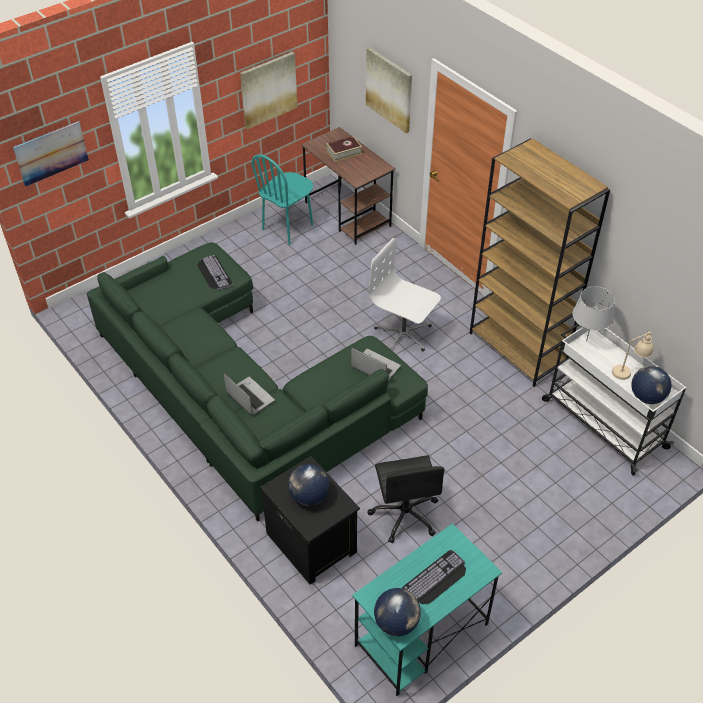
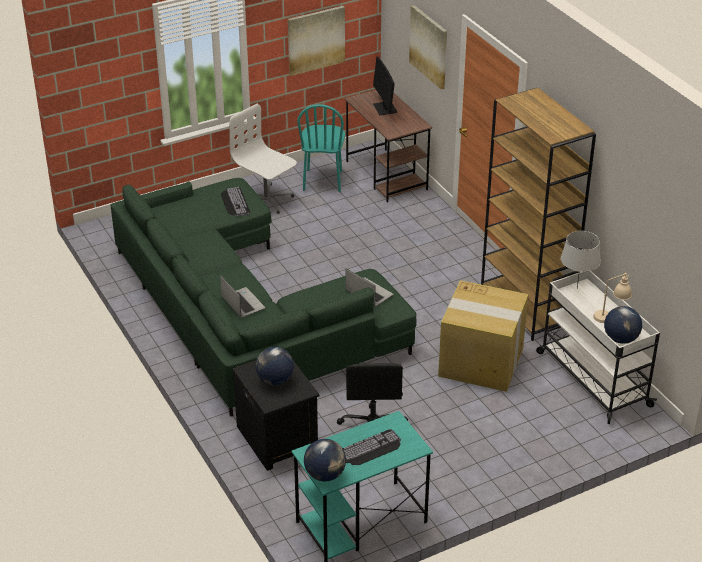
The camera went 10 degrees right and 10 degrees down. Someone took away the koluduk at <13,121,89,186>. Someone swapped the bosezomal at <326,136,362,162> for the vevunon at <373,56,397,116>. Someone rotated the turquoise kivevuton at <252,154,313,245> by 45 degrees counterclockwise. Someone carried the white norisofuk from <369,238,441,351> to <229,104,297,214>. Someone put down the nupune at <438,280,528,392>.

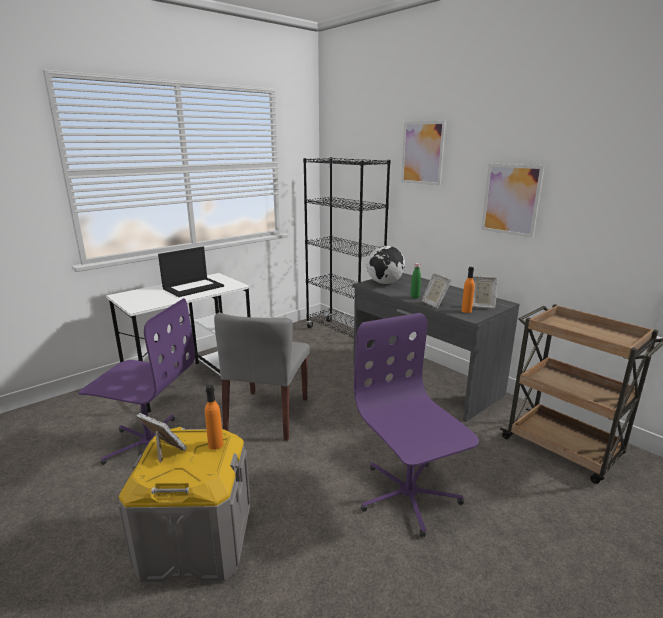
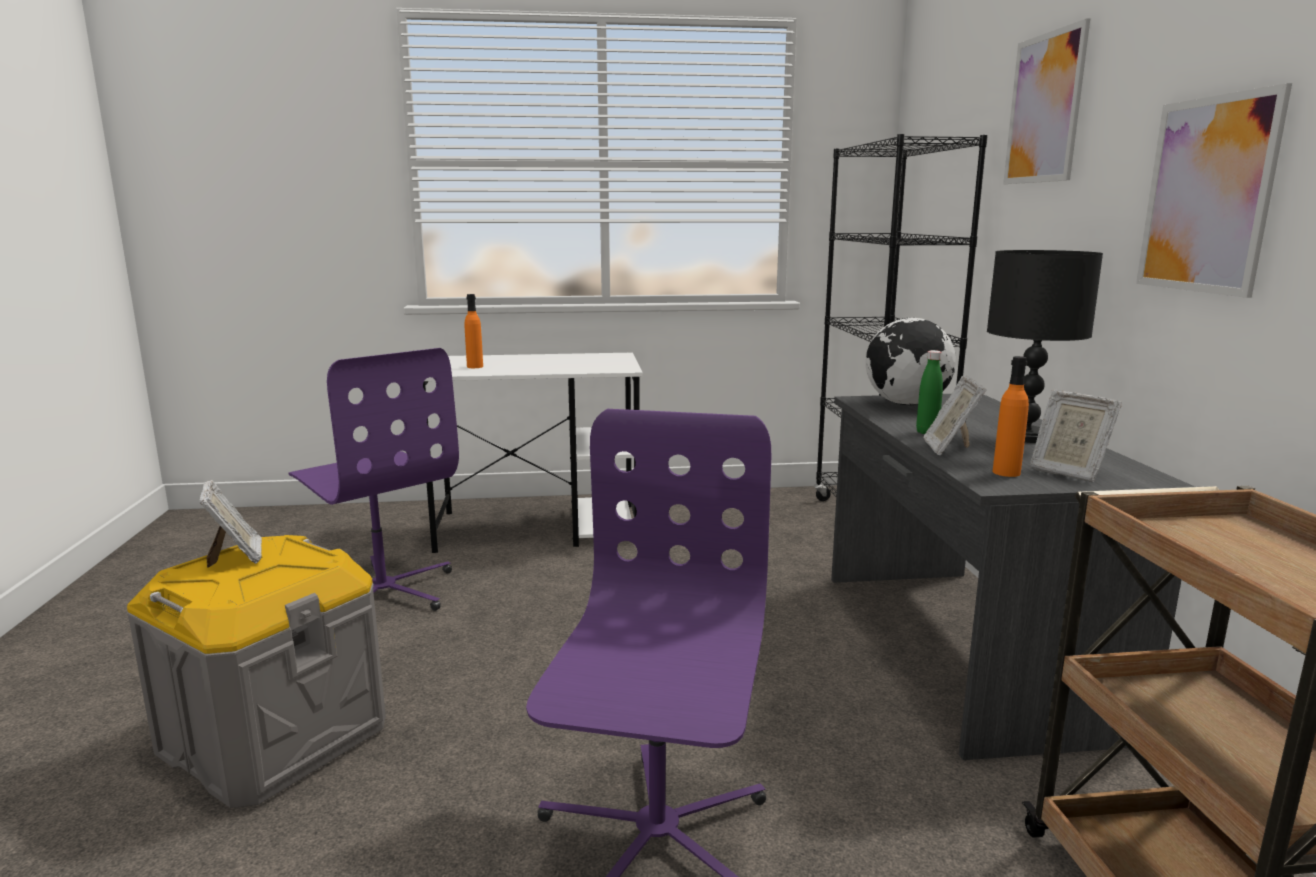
The camera went 35 degrees right and 5 degrees down. Someone took away the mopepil at <158,247,224,297>. Someone took away the grey kivevuton at <214,313,310,441>. Someone carried the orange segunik from <205,385,223,450> to <464,294,483,368>. Someone put down the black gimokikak at <987,250,1103,443>.

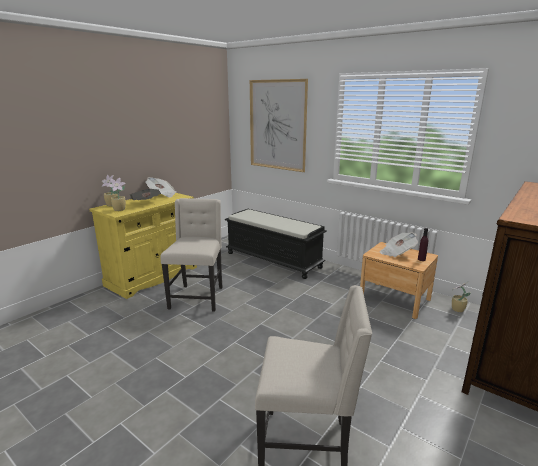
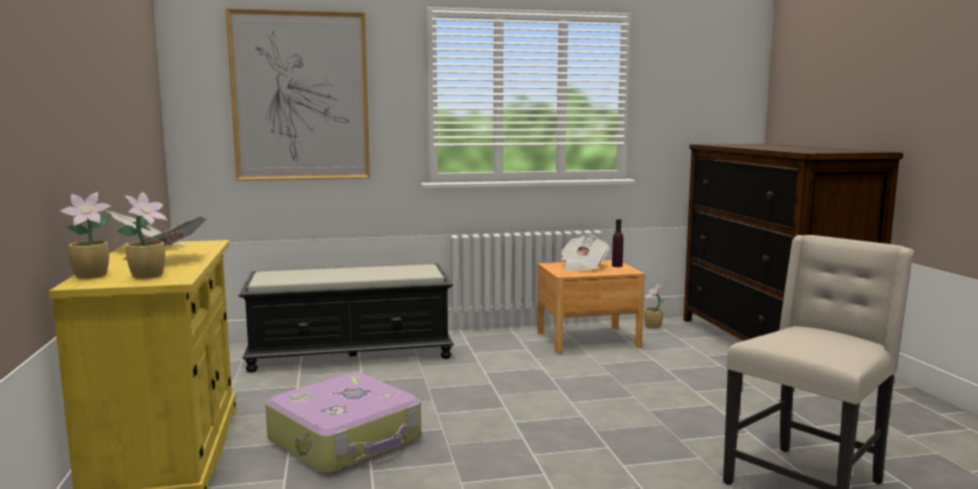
The camera went 50 degrees left and 10 degrees down. Someone swapped the beige kivevuton at <160,198,222,312> for the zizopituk at <265,373,421,475>.

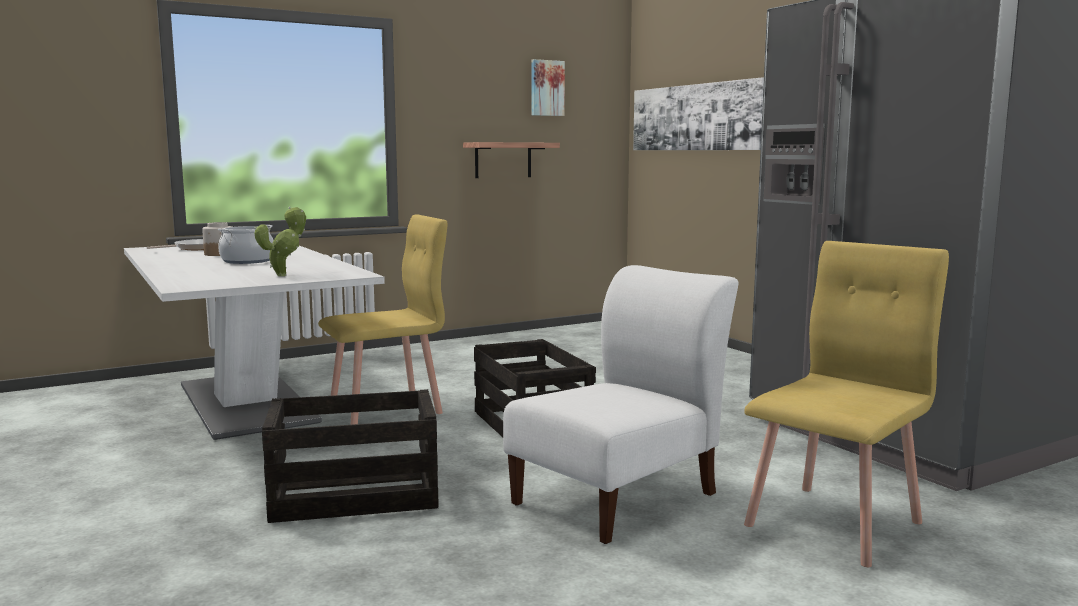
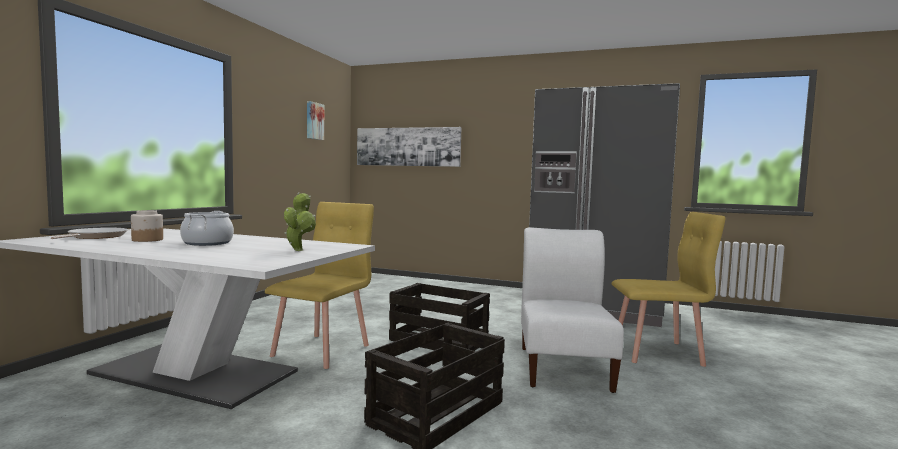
The camera went 40 degrees left and 5 degrees down. Someone took away the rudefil at <463,142,560,178>. Someone rotated the yellow kivevuton at <744,241,949,567> by 90 degrees clockwise.

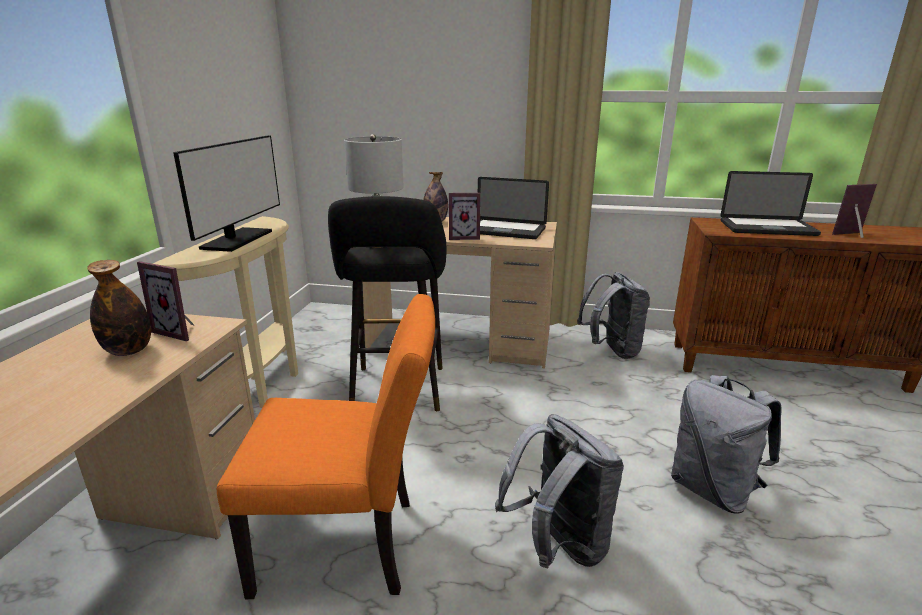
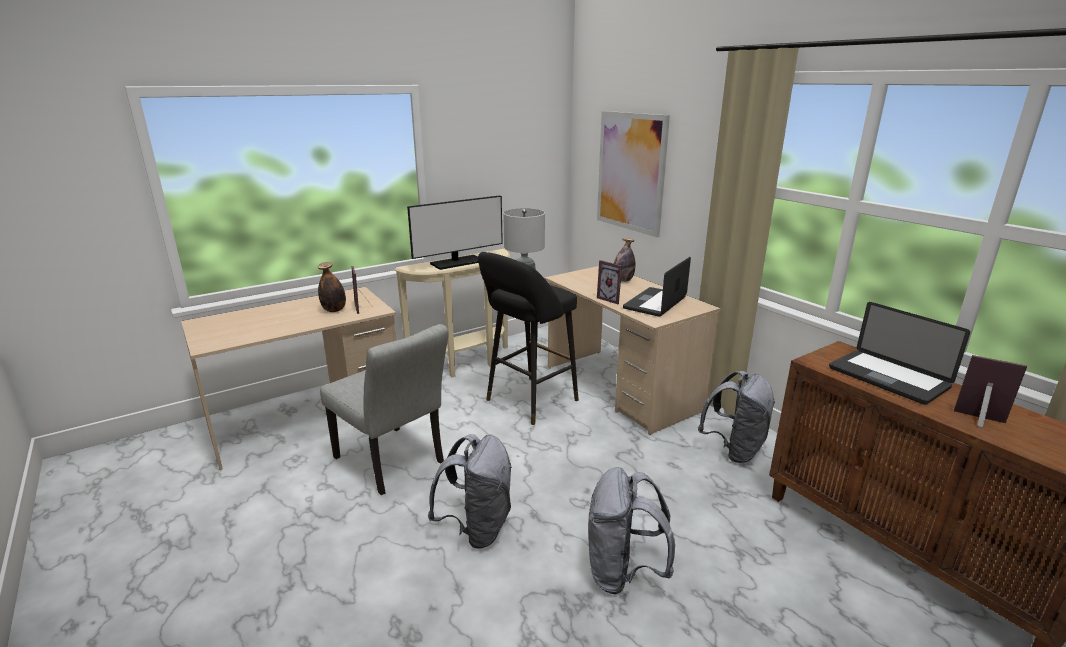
The camera went 45 degrees right and 0 degrees up. Someone rotated the mopepil at <478,177,549,239> by 60 degrees clockwise. Someone repainted the orange kivevuton at <217,294,435,600>, which became the grey kivevuton at <320,324,449,495>. Someone put up the koluduk at <597,111,670,237>.

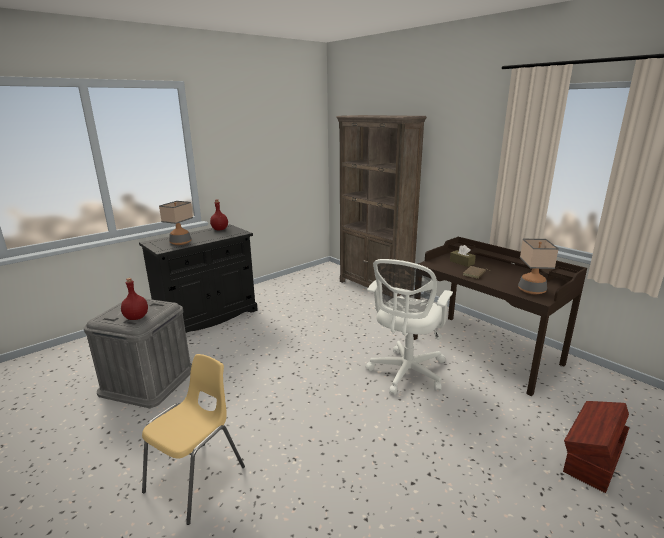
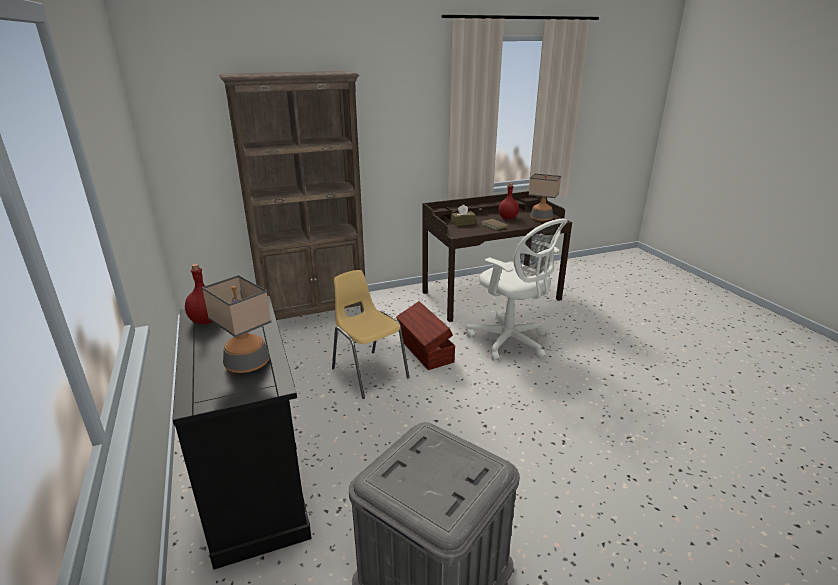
The camera went 70 degrees left and 5 degrees up. Someone carried the red segunik from <121,278,148,320> to <498,183,519,219>. Someone carried the yellow kivevuton from <142,354,245,525> to <332,270,410,399>. Someone carried the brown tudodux from <563,401,629,493> to <396,301,455,370>.

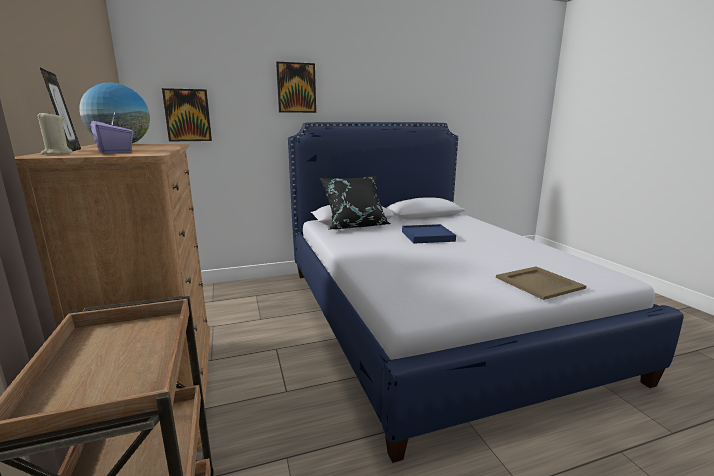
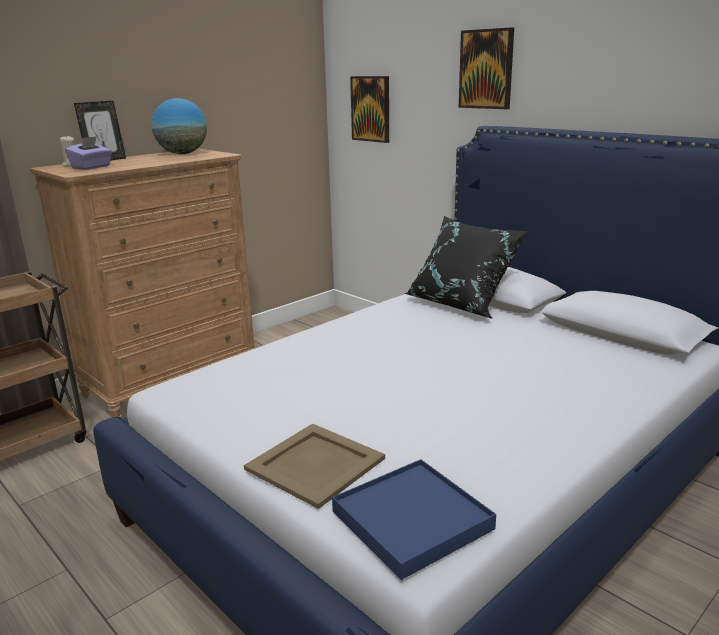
The camera went 65 degrees right and 5 degrees up. Someone carried the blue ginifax from <402,224,456,244> to <332,459,496,580>.

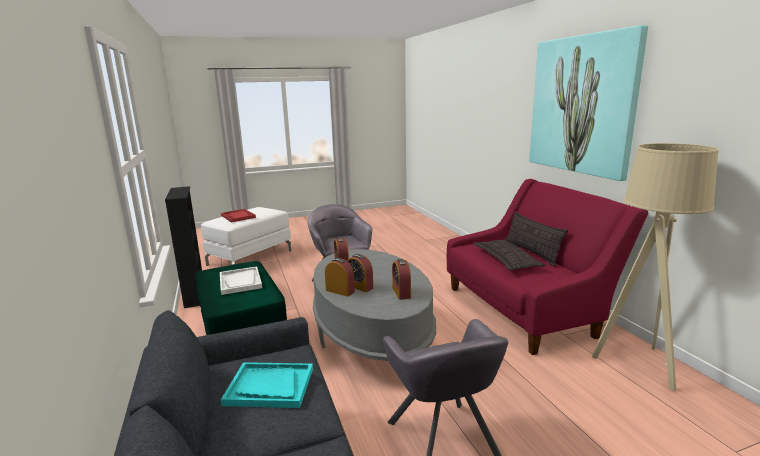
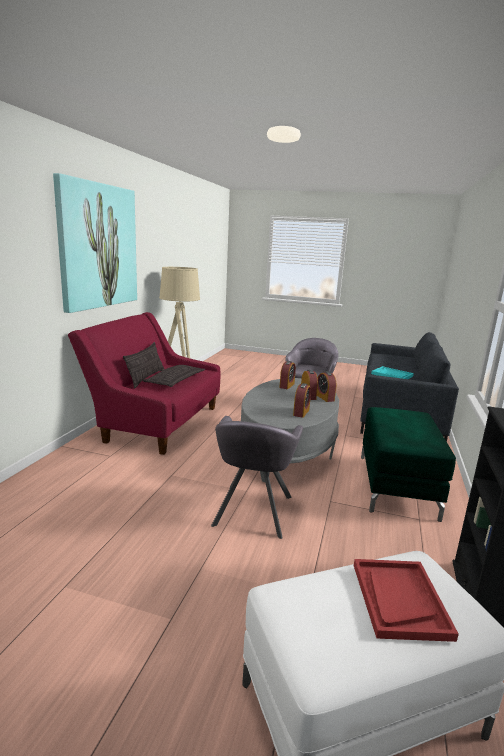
The camera went 145 degrees left and 0 degrees up. Someone took away the white ginifax at <220,266,262,295>.

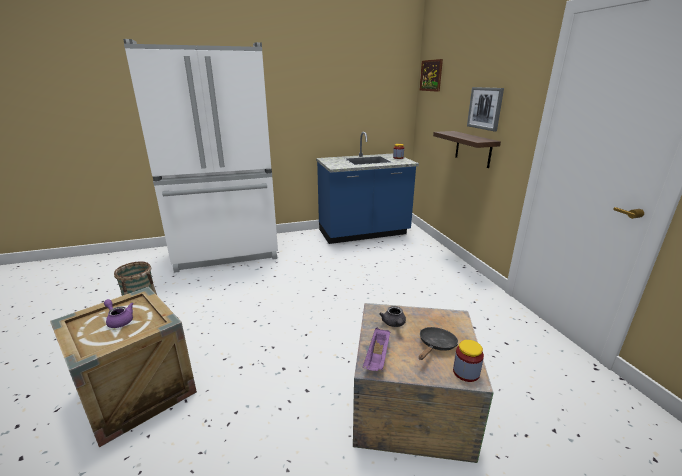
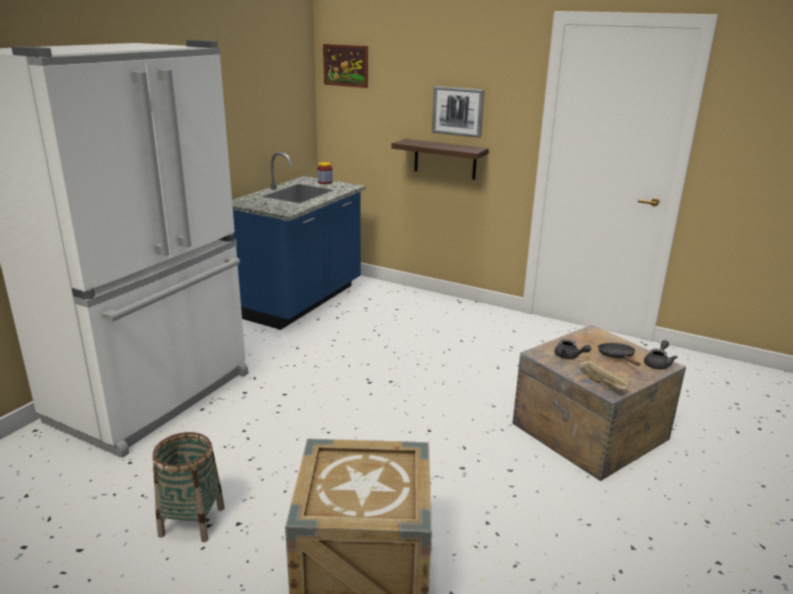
The camera went 45 degrees left and 0 degrees up. Someone took away the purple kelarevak at <104,299,133,328>. Someone repainted the purple ginifax at <363,328,390,371>, which became the beige ginifax at <578,359,631,390>. Someone swapped the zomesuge at <453,340,484,382> for the grey kelarevak at <644,340,678,369>.

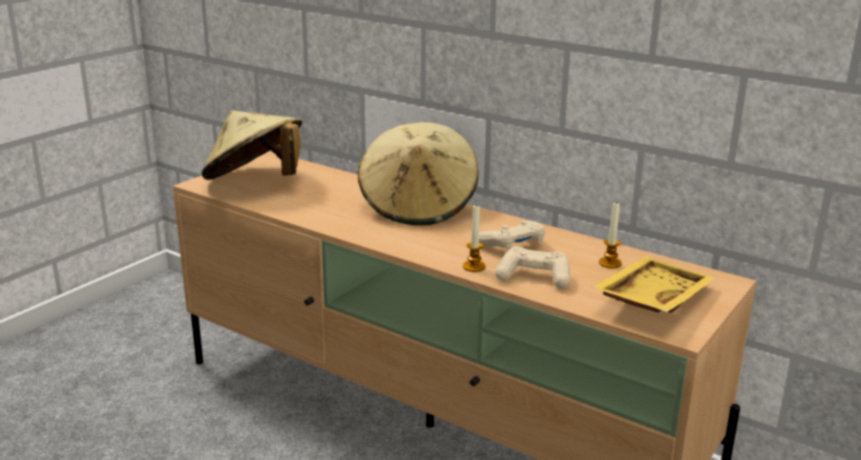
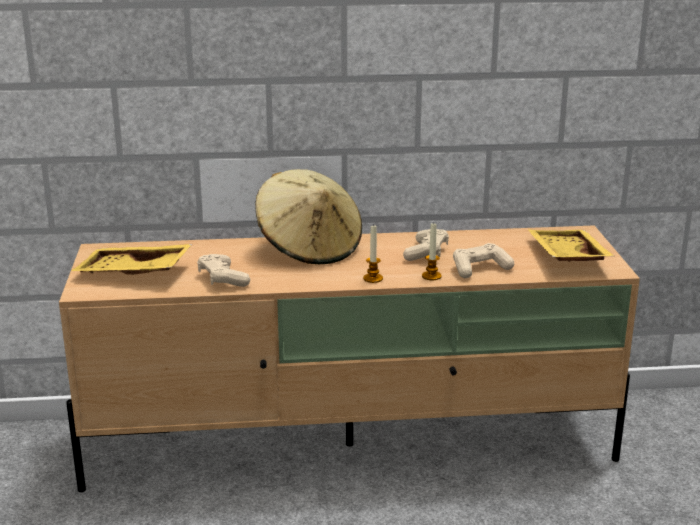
The camera went 40 degrees left and 0 degrees up. Someone swapped the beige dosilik at <202,110,302,180> for the yellow ginifax at <71,244,193,275>. Someone carried the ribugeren from <599,201,622,268> to <363,224,383,283>. Someone put down the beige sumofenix at <197,254,250,287>.

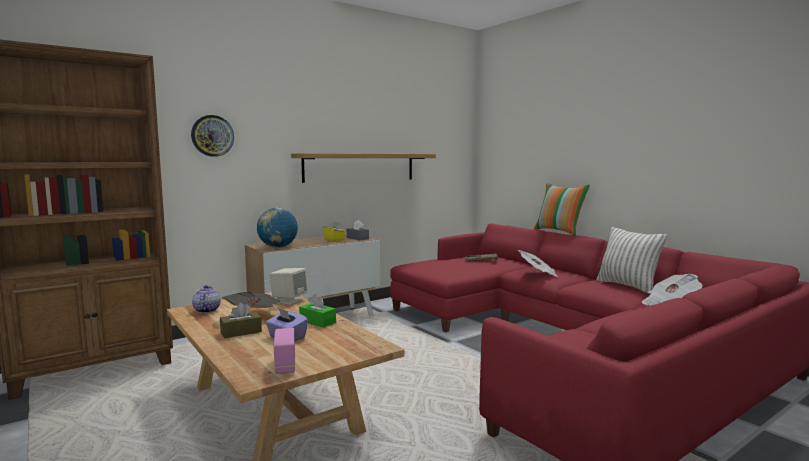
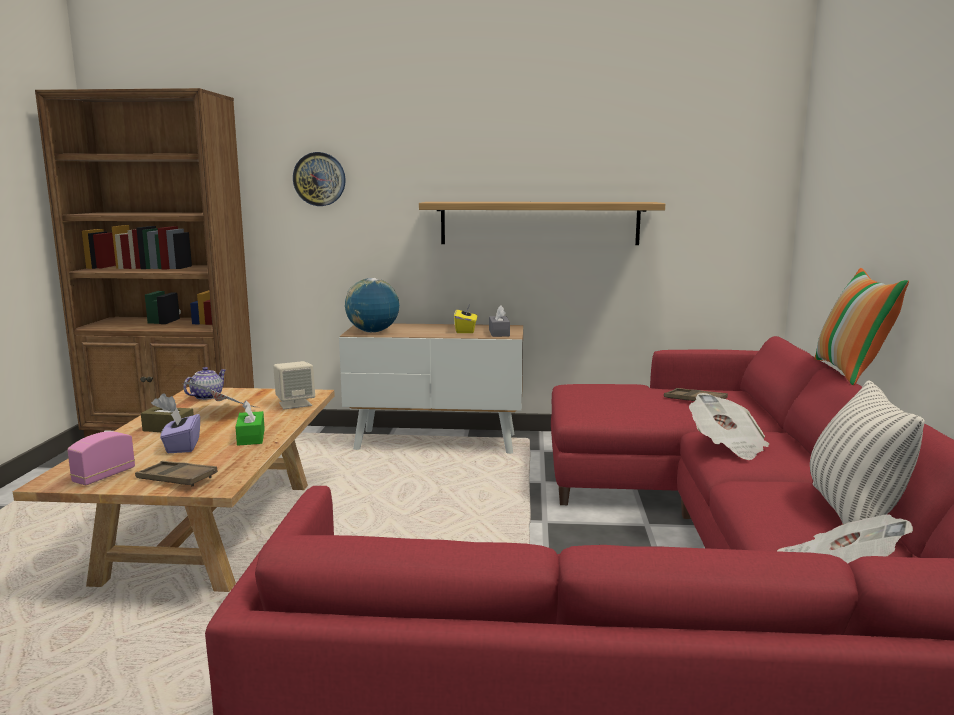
The camera went 40 degrees right and 5 degrees up. Someone put down the brown ginifax at <135,461,218,486>.

